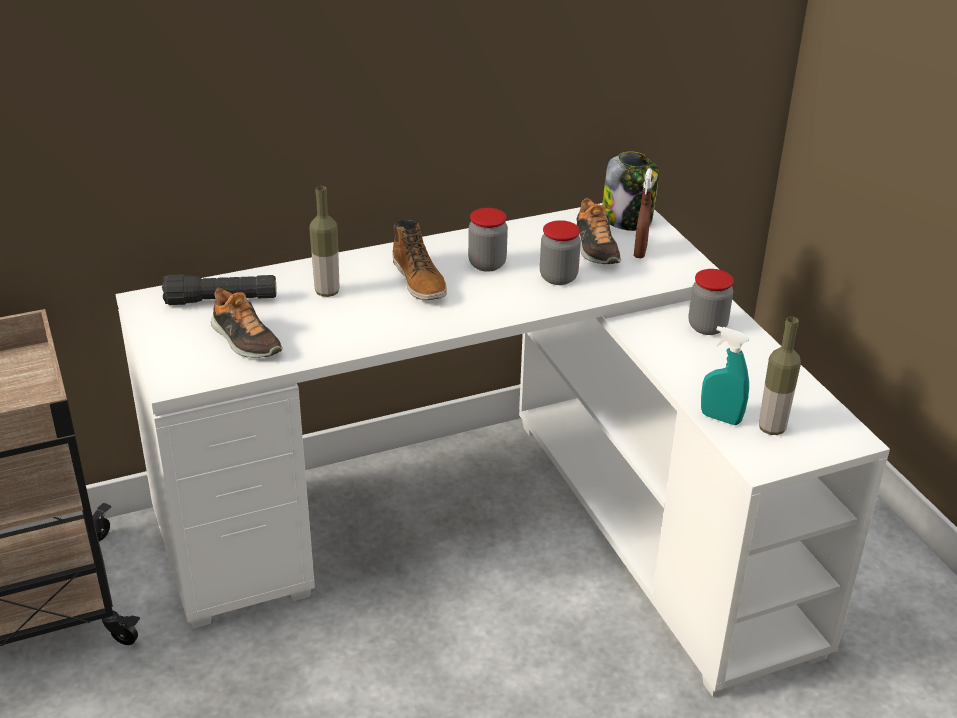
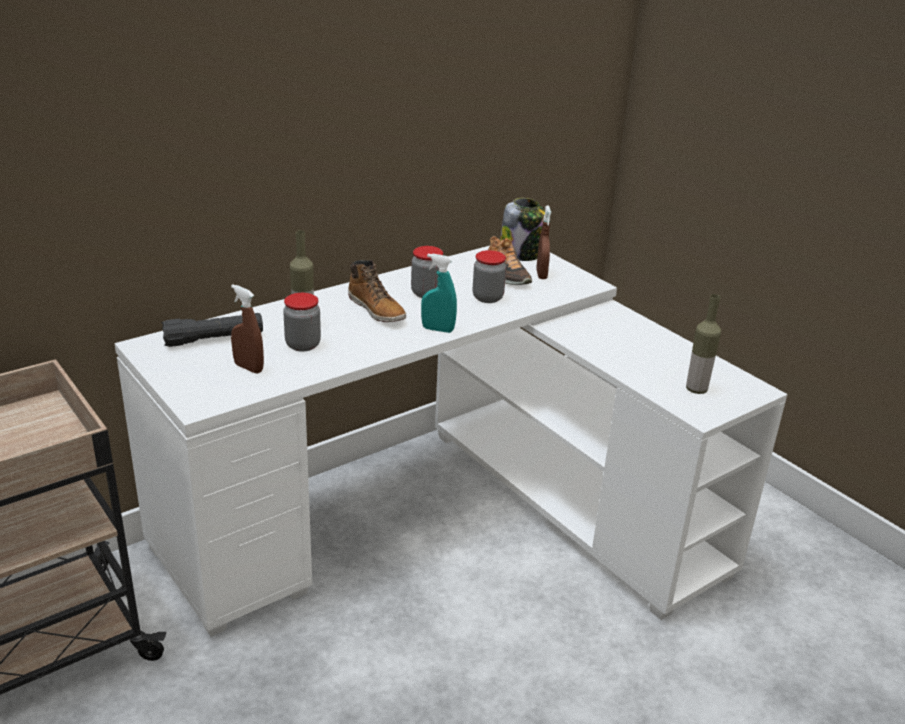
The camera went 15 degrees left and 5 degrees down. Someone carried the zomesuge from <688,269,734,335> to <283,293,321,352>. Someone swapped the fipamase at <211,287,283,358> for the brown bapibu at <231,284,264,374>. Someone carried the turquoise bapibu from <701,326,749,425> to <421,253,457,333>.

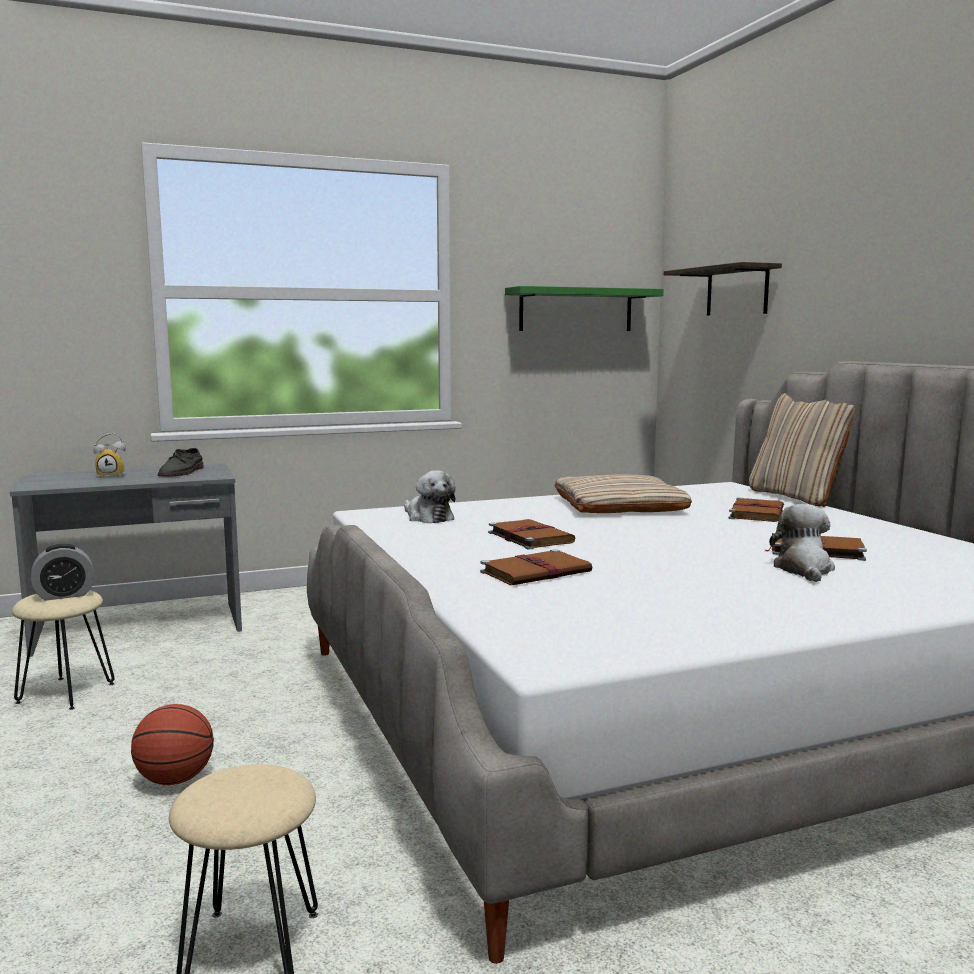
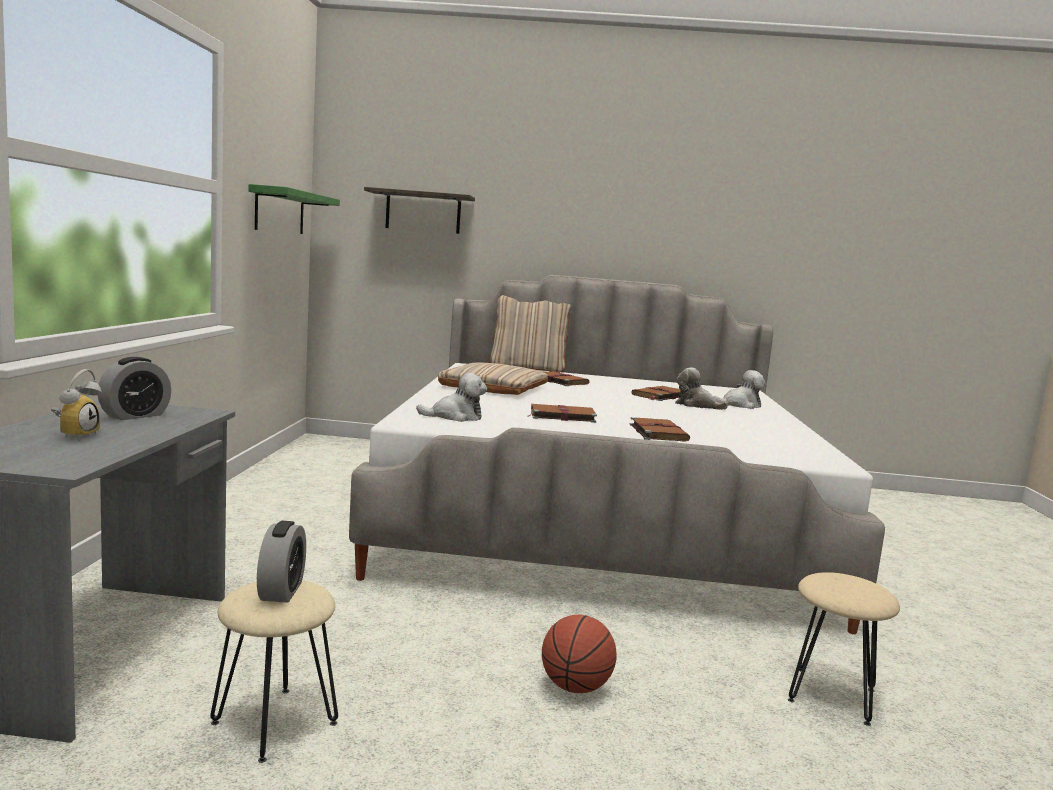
The camera went 65 degrees left and 0 degrees up. Someone swapped the grey fipamase at <158,448,204,476> for the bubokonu at <98,357,171,420>. Someone put down the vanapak at <714,370,765,409>.

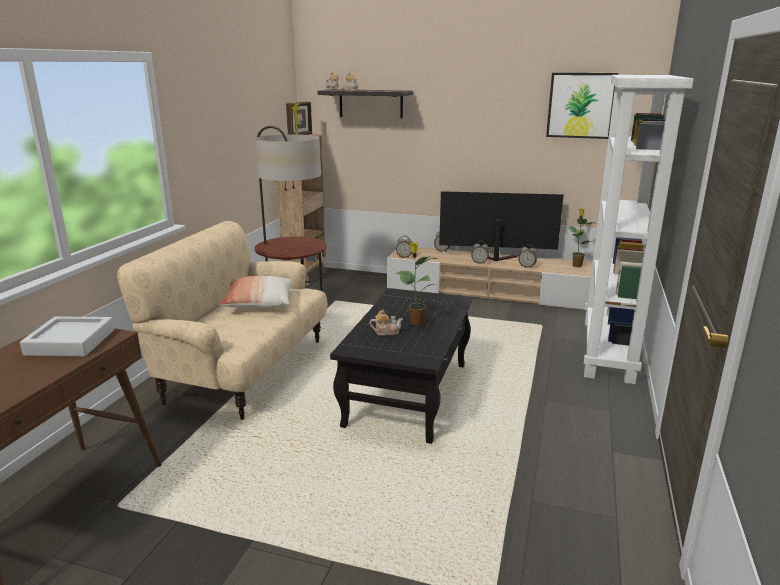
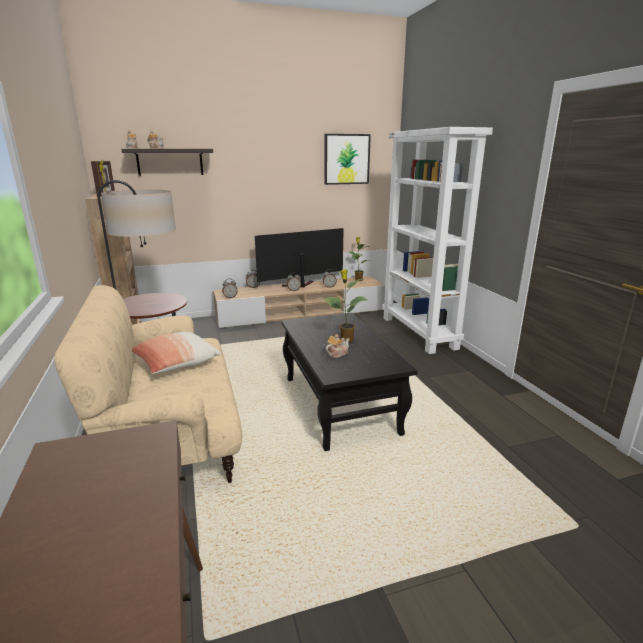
The camera went 35 degrees left and 0 degrees up. Someone took away the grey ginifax at <20,316,114,356>.

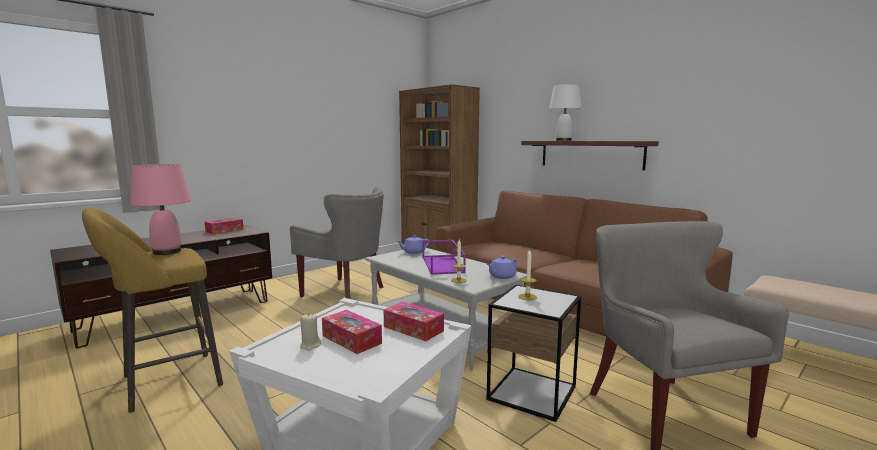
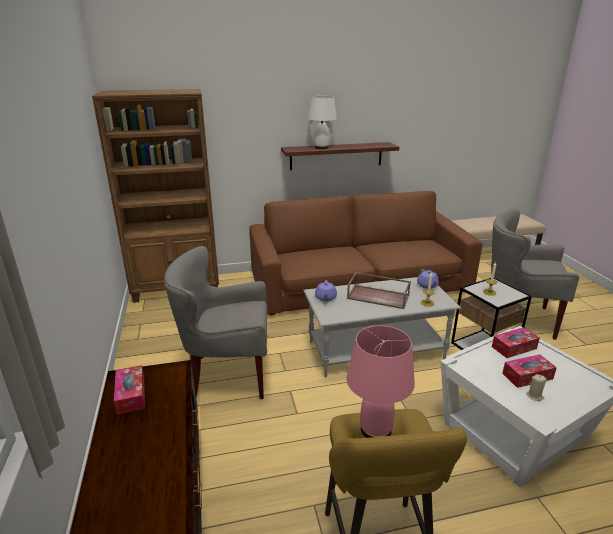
The camera went 60 degrees left and 15 degrees up. Someone rotated the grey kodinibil at <290,187,384,299> by 150 degrees counterclockwise. Someone repainted the purple ginifax at <423,240,466,275>, which became the brown ginifax at <347,272,411,309>.

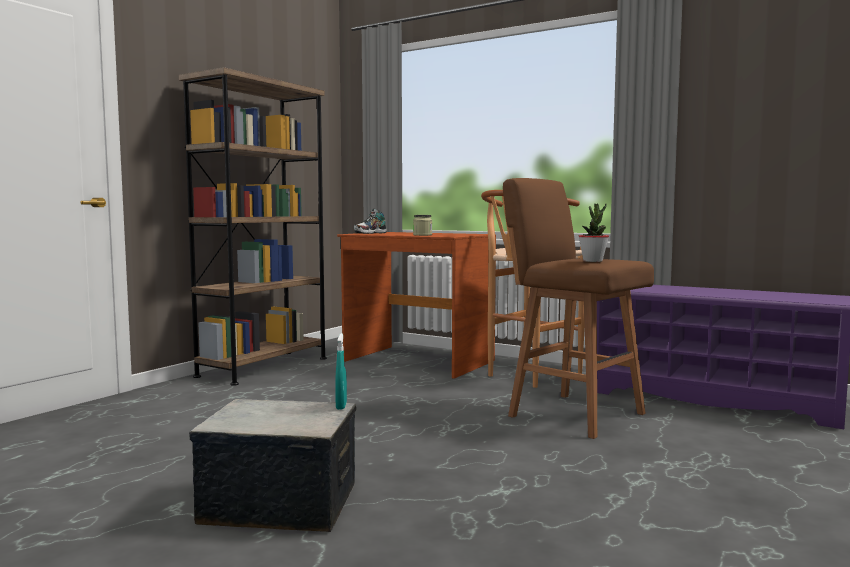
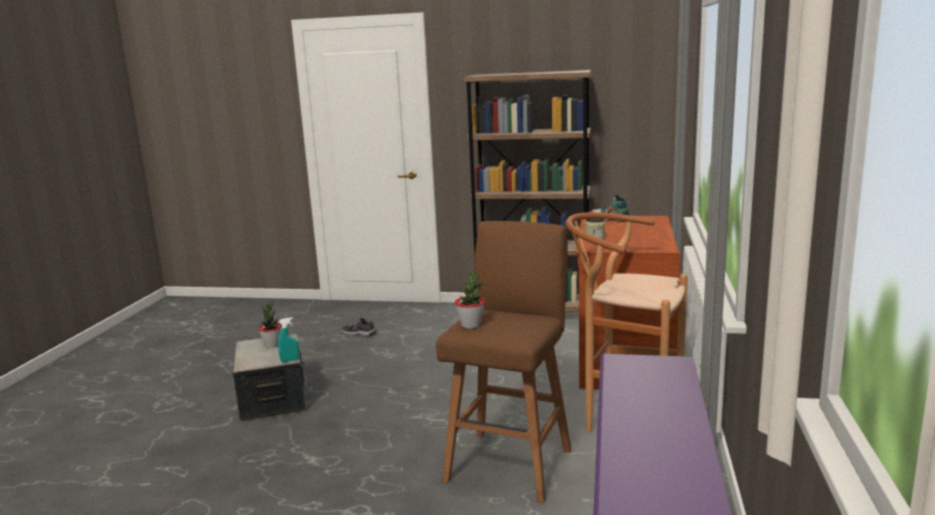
The camera went 70 degrees right and 10 degrees up. Someone put down the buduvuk at <258,301,281,348>. Someone put down the fipamase at <342,318,376,336>.

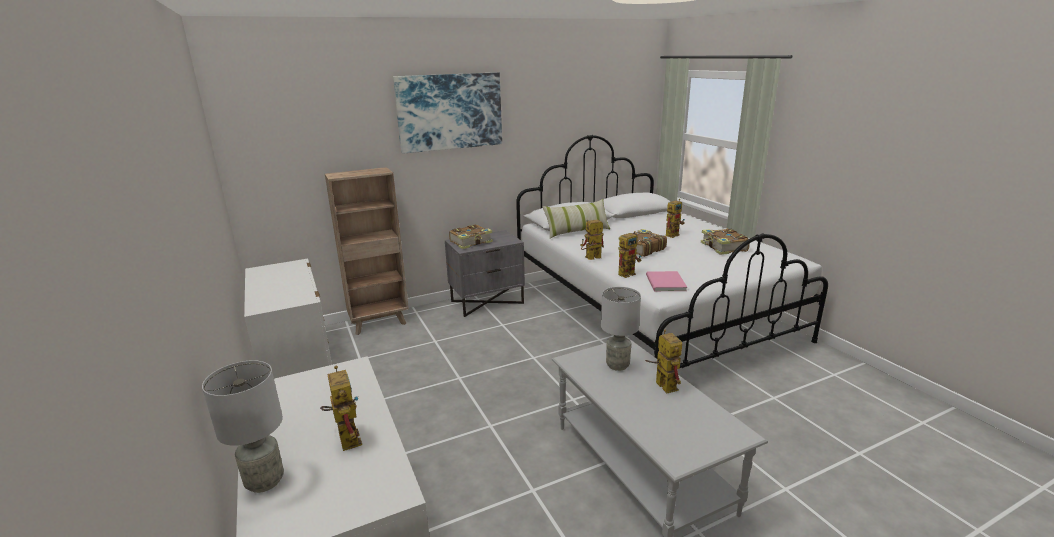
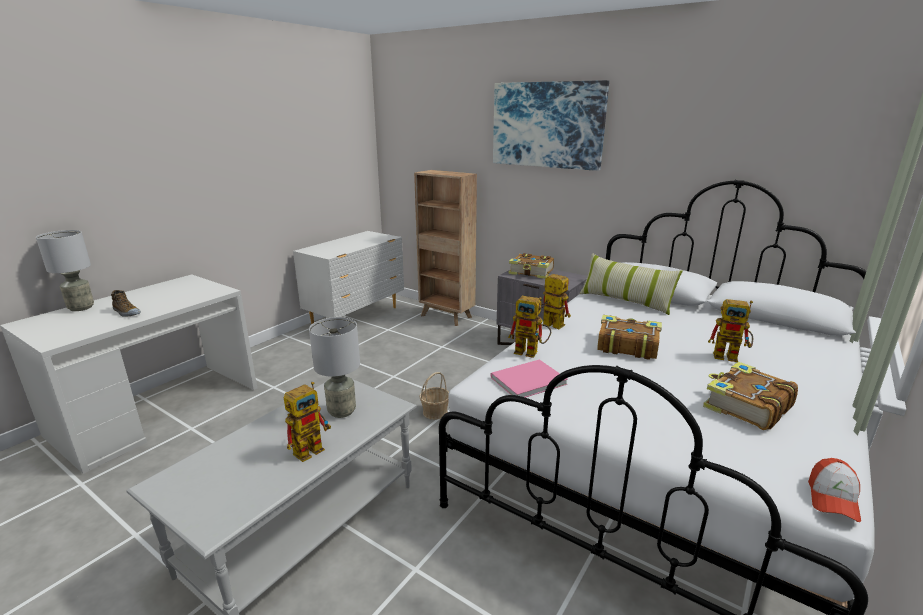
The camera went 60 degrees right and 0 degrees up. Someone swapped the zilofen at <320,366,362,451> for the fipamase at <111,290,141,317>. Someone put down the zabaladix at <419,372,449,420>. Someone put down the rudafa at <808,458,861,522>.

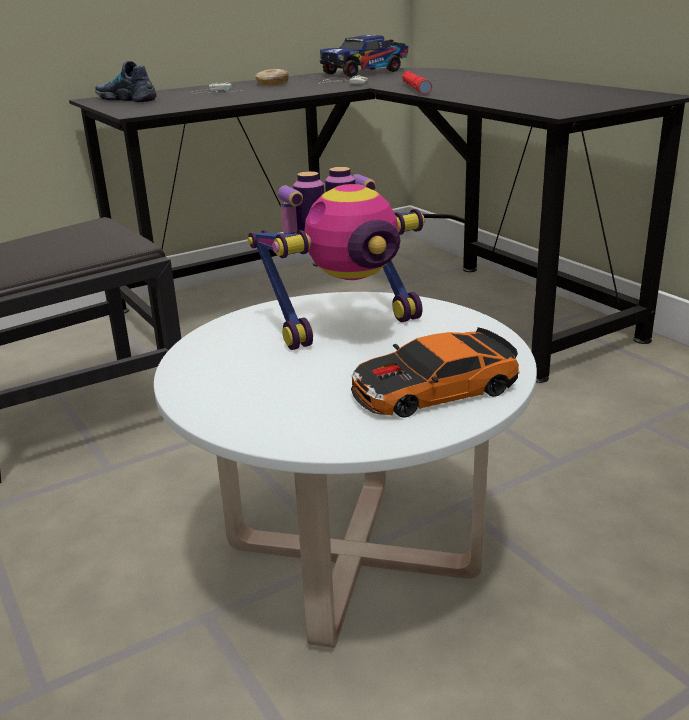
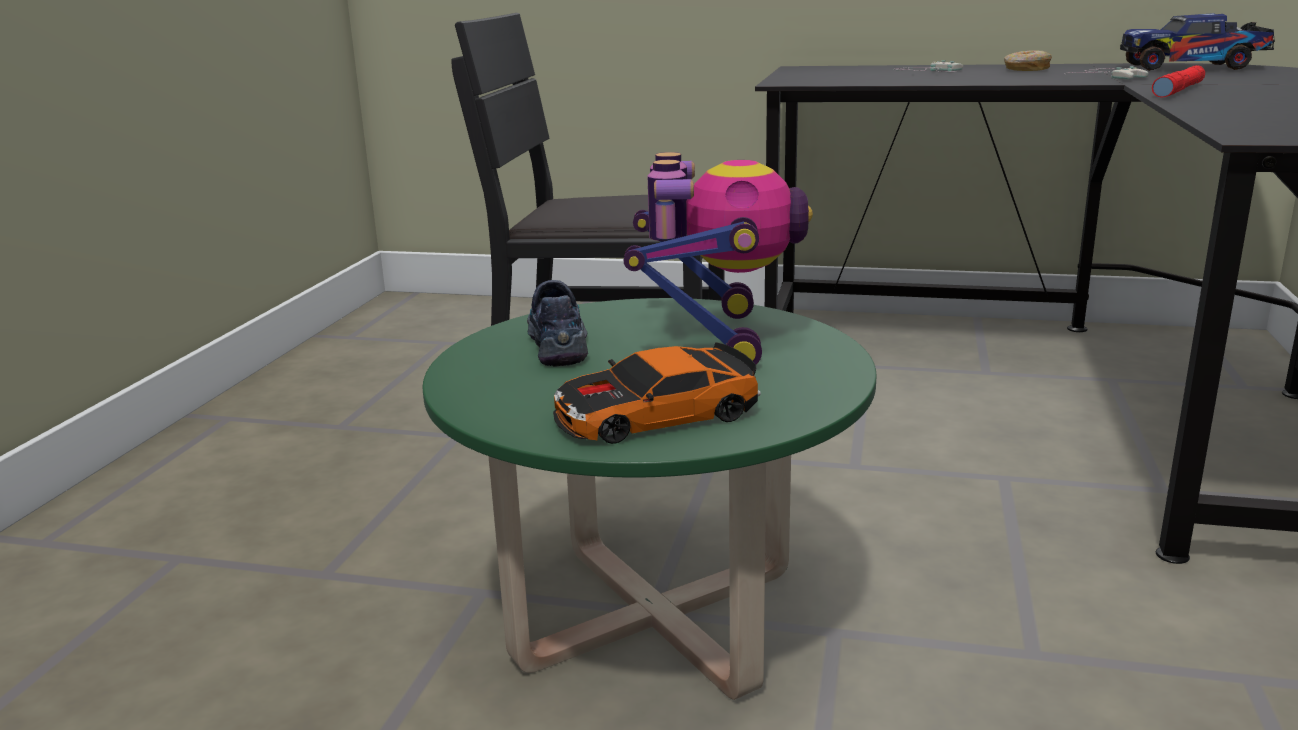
The camera went 45 degrees right and 5 degrees down. Someone carried the fipamase from <95,61,157,102> to <527,280,588,367>. Someone rotated the zilofen at <248,167,425,350> by 105 degrees counterclockwise. Someone repainted the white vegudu at <154,292,537,648>, which became the green vegudu at <423,298,876,700>. Someone rotated the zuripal at <351,327,520,418> by 45 degrees counterclockwise.

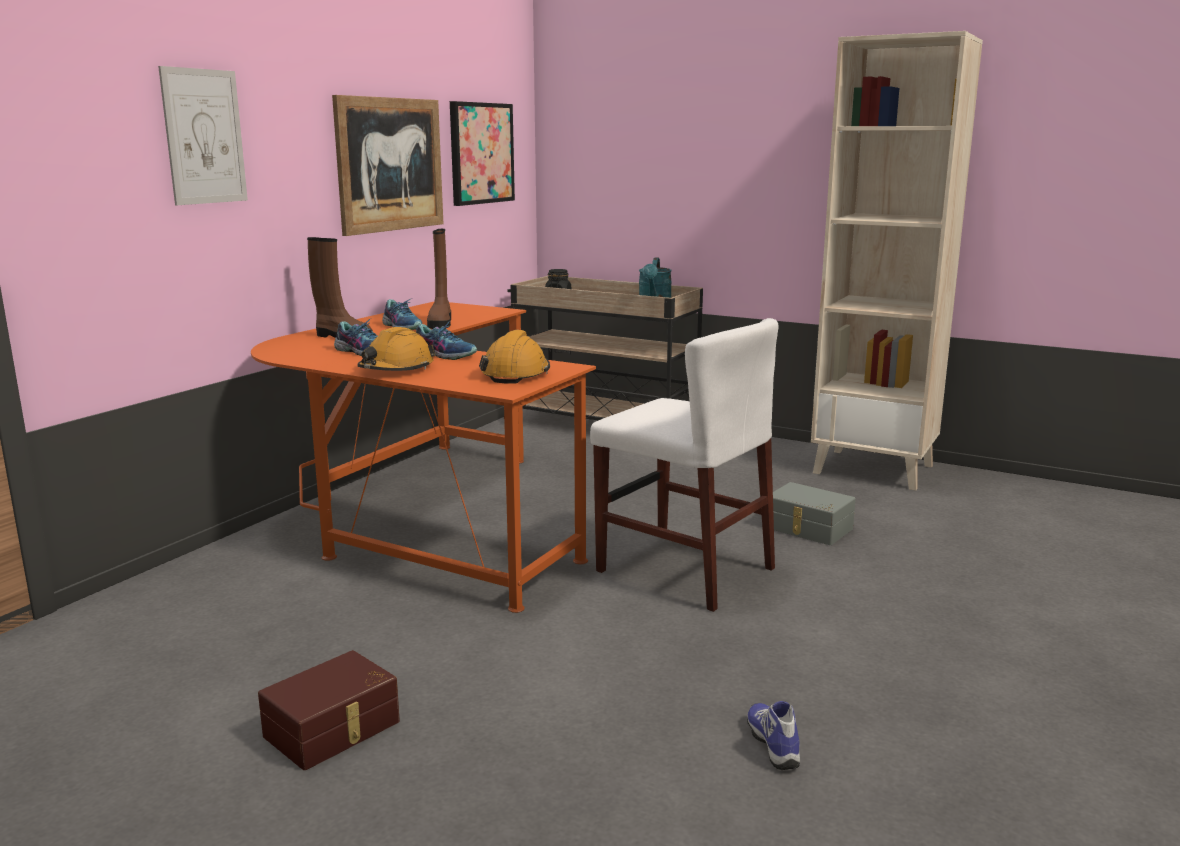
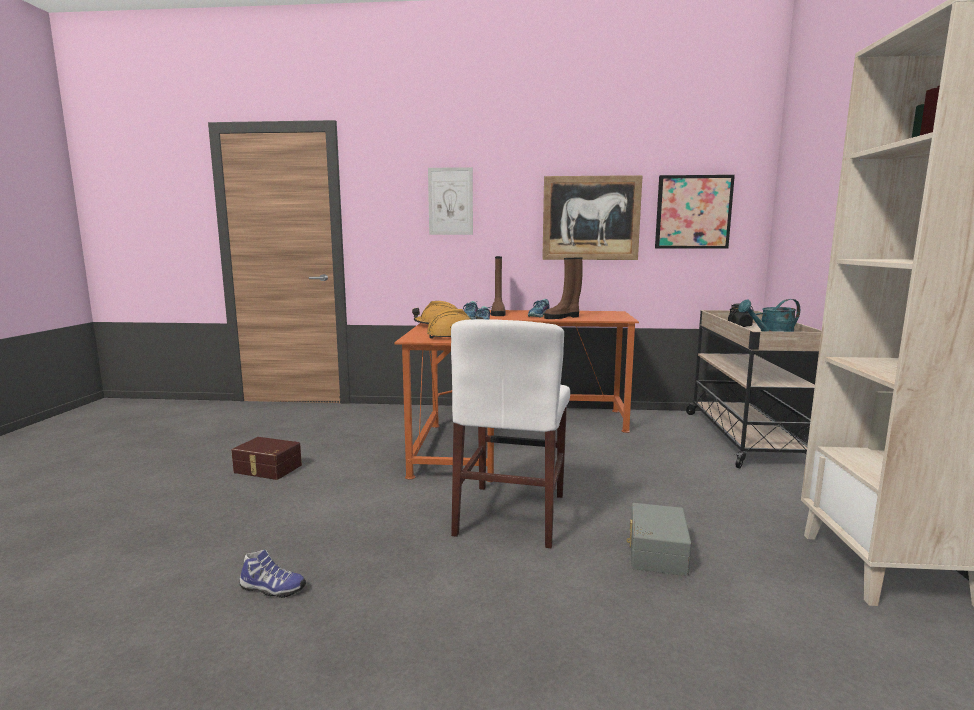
The camera went 65 degrees right and 5 degrees down. Someone rotated the fipamase at <747,701,800,770> by 45 degrees clockwise.

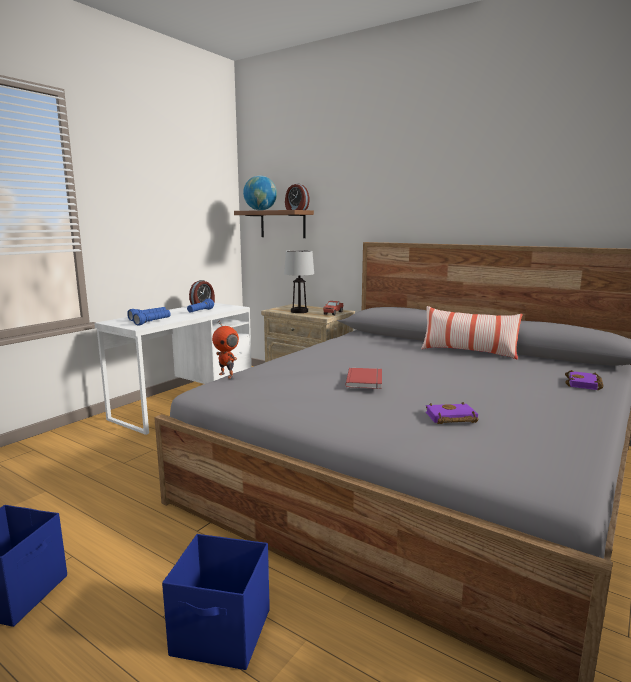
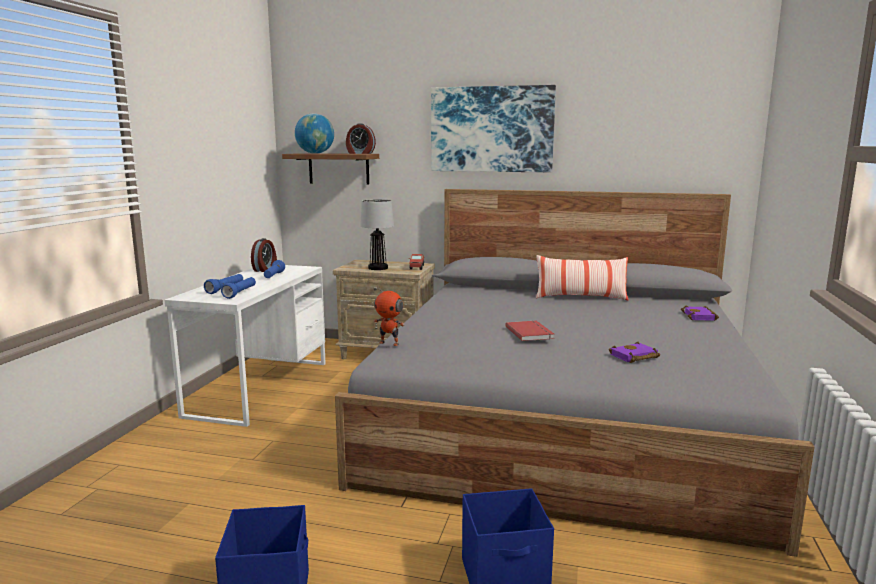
The camera went 20 degrees left and 0 degrees up. Someone put up the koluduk at <431,85,556,172>.

